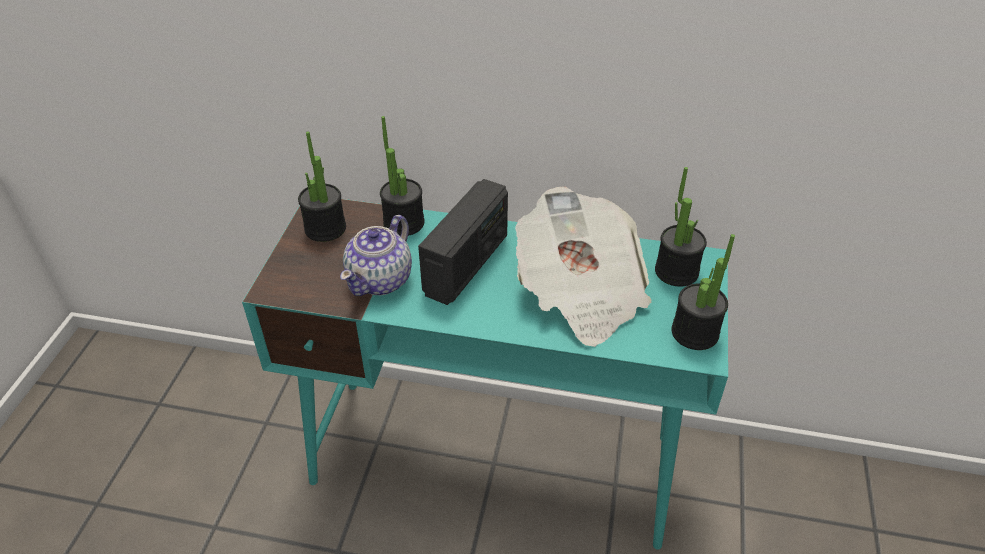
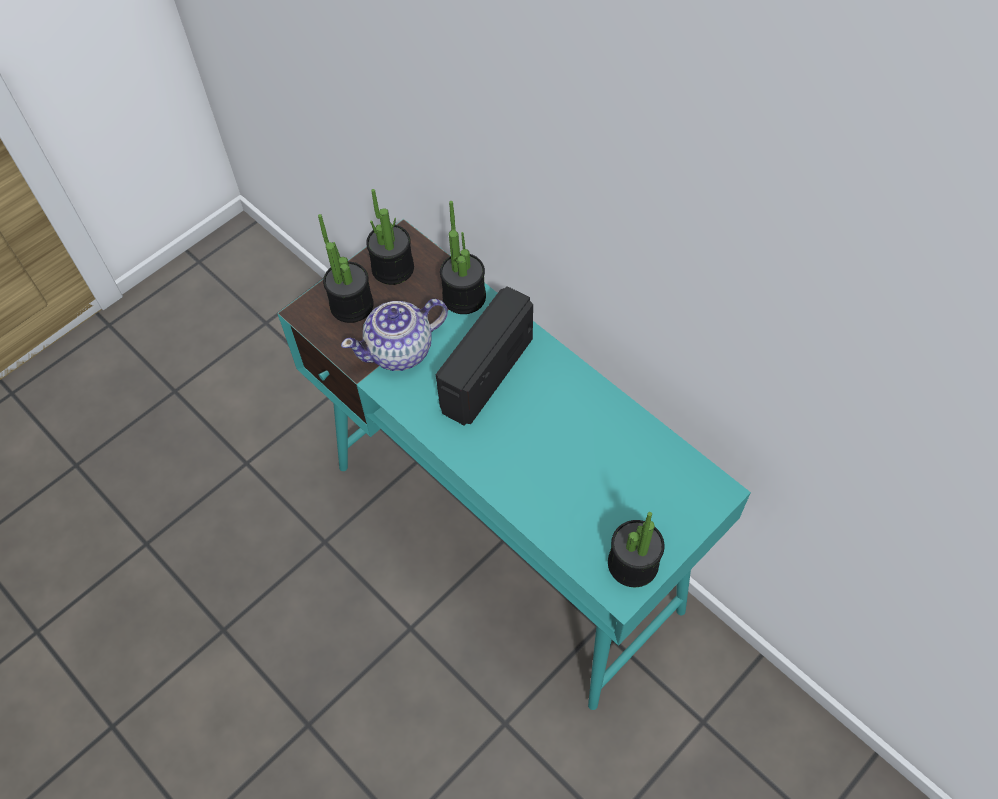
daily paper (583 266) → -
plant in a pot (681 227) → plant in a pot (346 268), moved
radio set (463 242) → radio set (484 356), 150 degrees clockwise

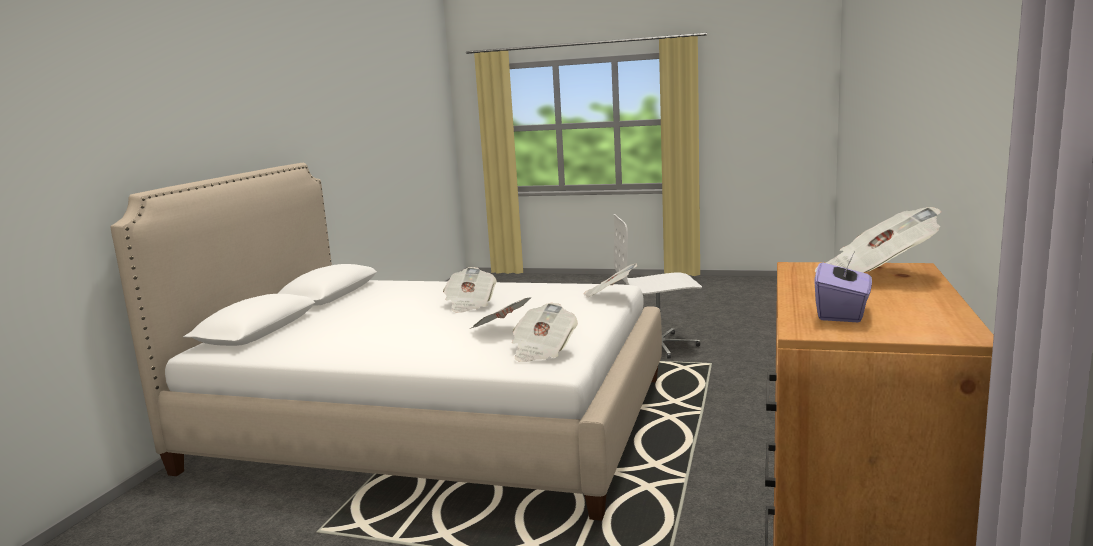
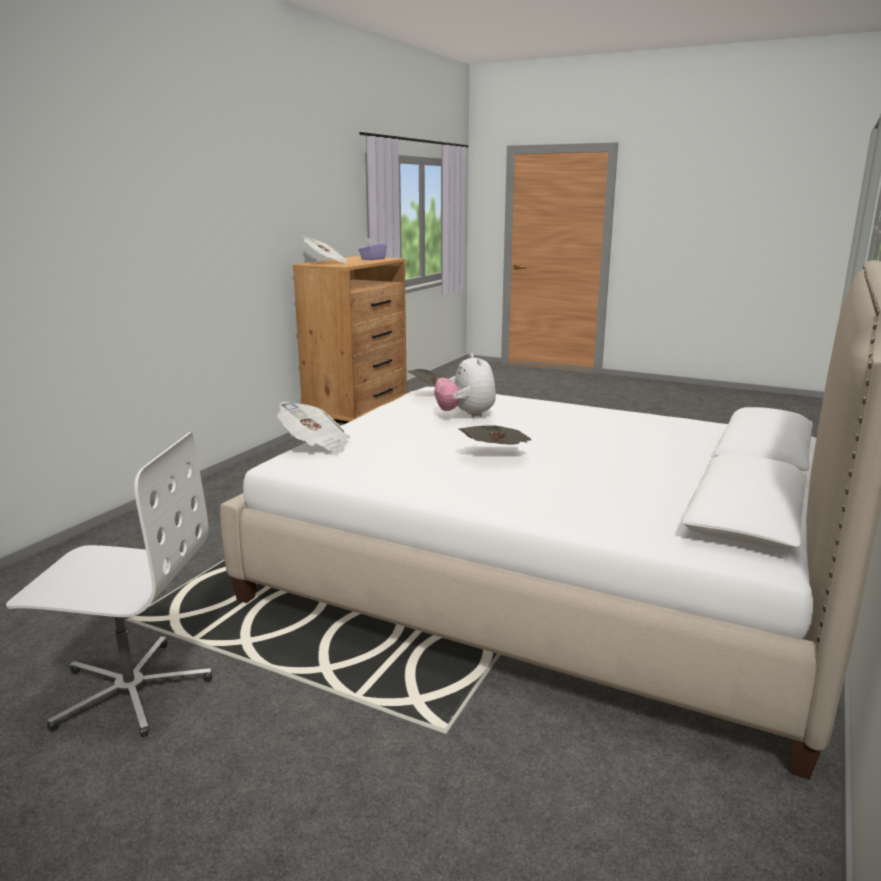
daily paper (500 313) → cuddly toy (465 385)

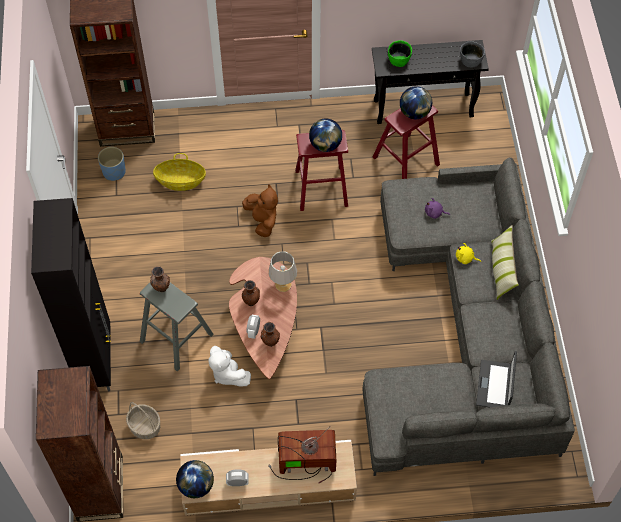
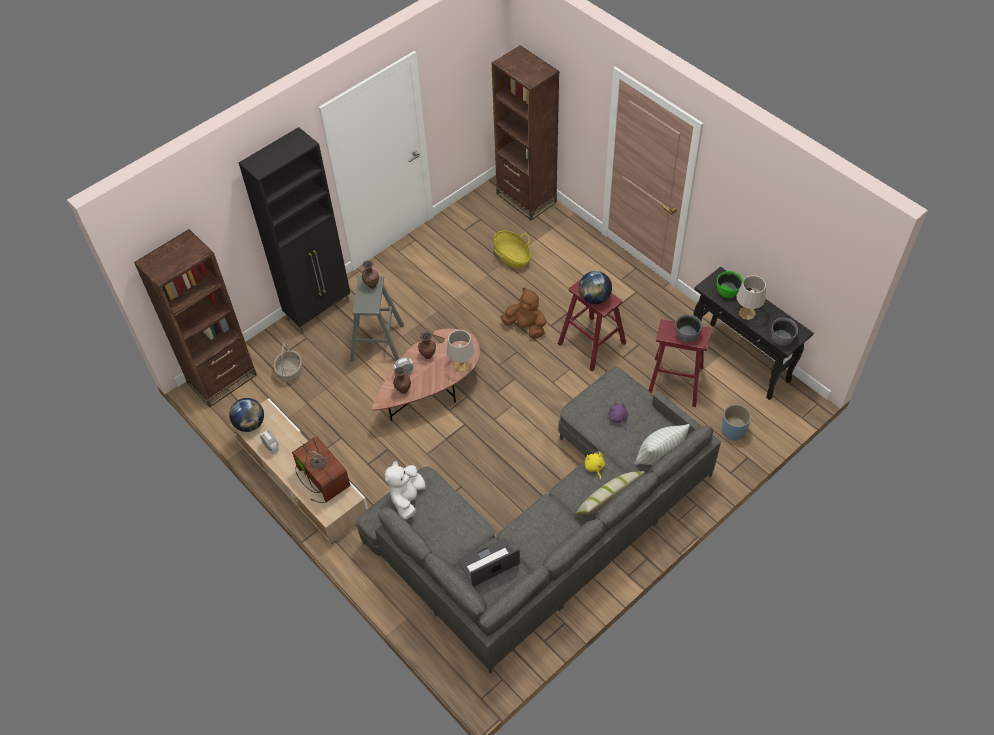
- → cushion (662 444)
- → gray table lamp (751 297)
bluish planter (112 164) → bluish planter (736 422), moved
white cuddly toy (229 366) → white cuddly toy (405 490), moved
desk globe (416 102) → gray serving bowl (688 328)
brown-coloured cuddly toy (260 211) → brown-coloured cuddly toy (523 313), 90 degrees counterclockwise

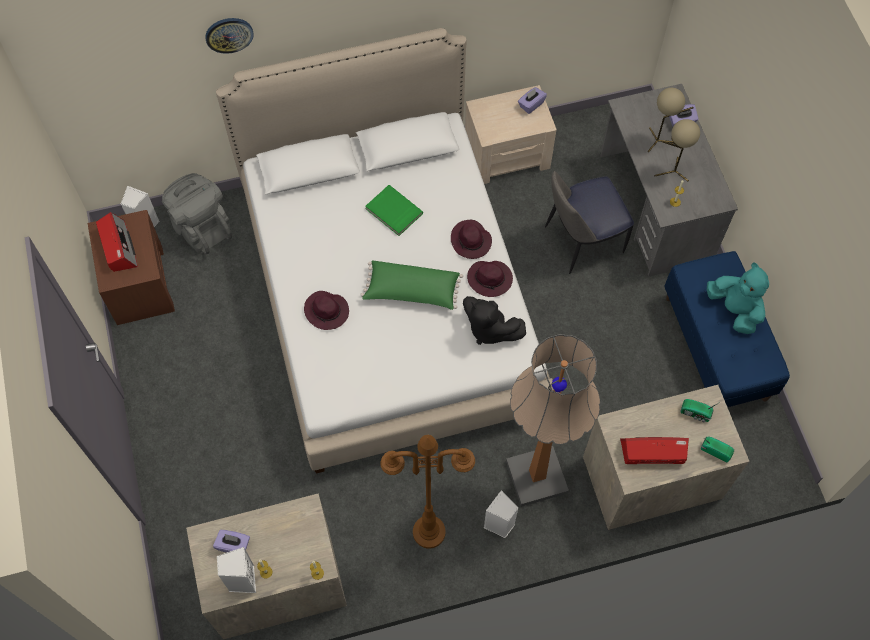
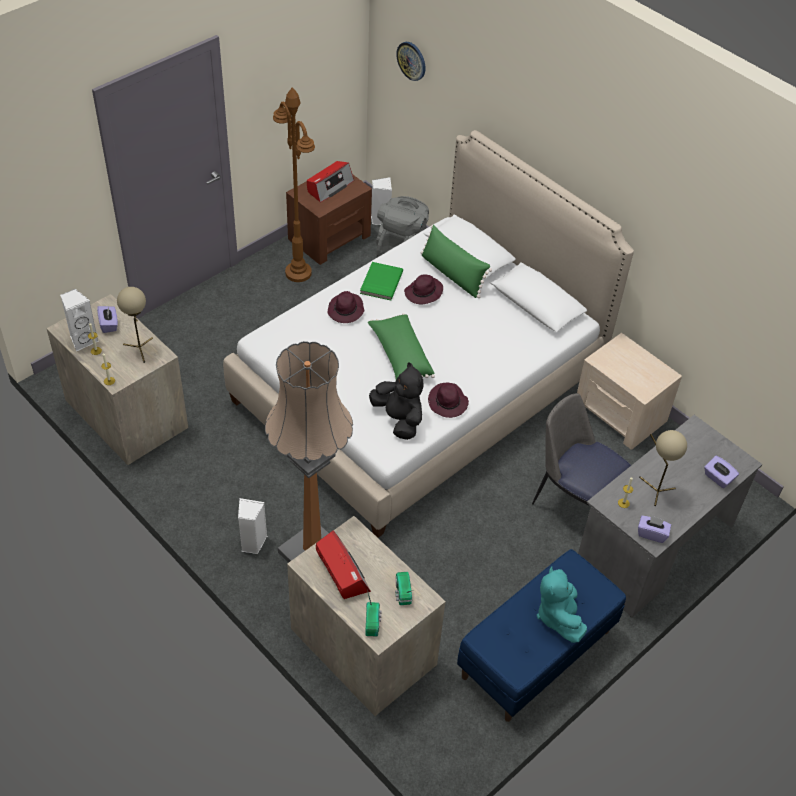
- → greenish cushion (456 261)
wall clock (229 36) → wall clock (411 61), moved
greenish bound book (394 210) → greenish bound book (381 281), moved
brown-coloured standing lamp (427 492) → brown-coloured standing lamp (294 184), moved
purplish wearable hat (471 239) → purplish wearable hat (423 289), moved
purplish tissue box (532 100) → purplish tissue box (654 529), moved
beige-coloured table lamp (671 120) → beige-coloured table lamp (135 325), moved
blackish cuddly toy (494 320) → blackish cuddly toy (396 401), 135 degrees clockwise
turquoise cuddly toy (738 298) → turquoise cuddly toy (562 604), 150 degrees clockwise

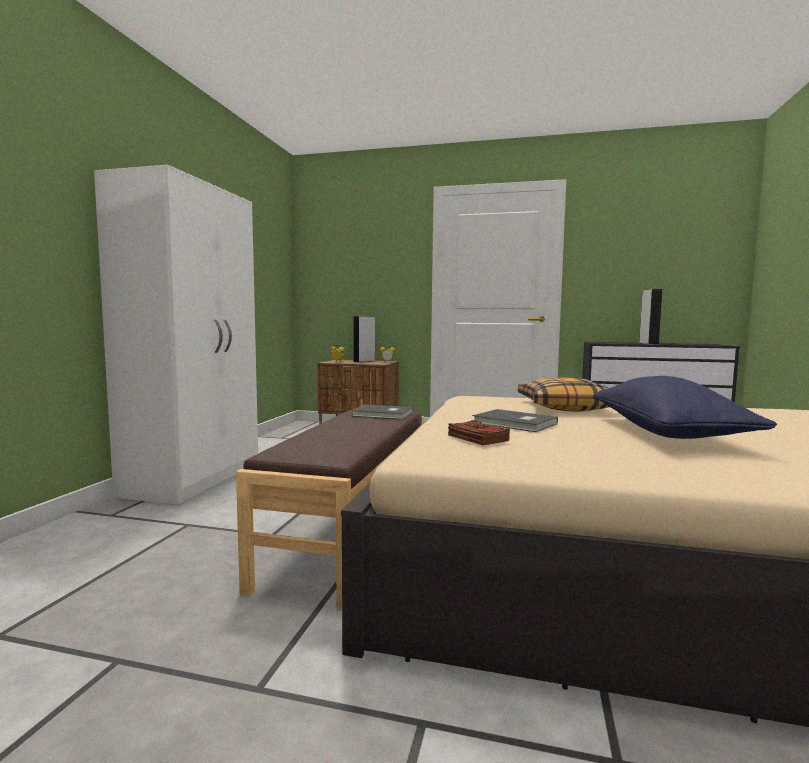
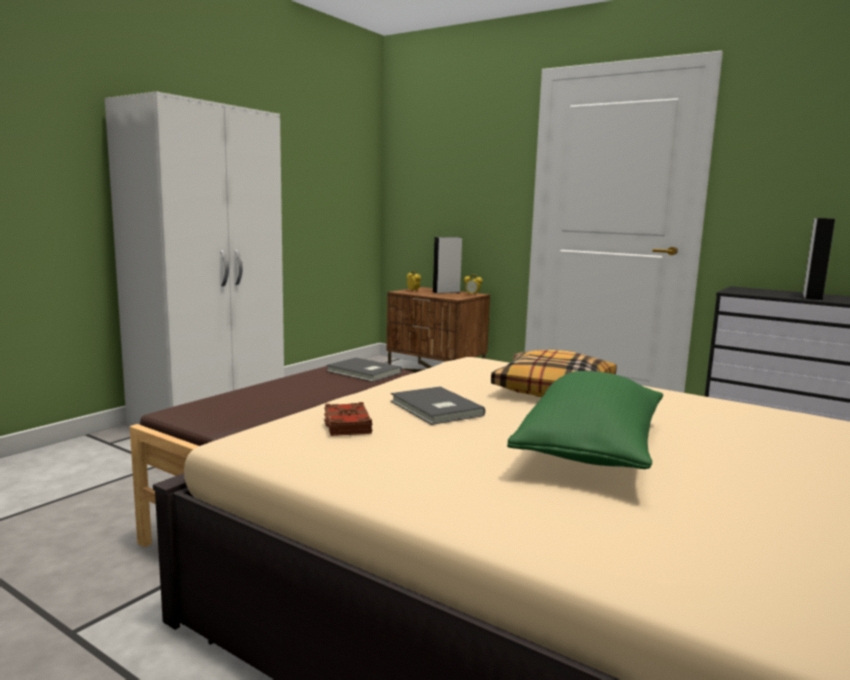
bluish cushion (685 407) → greenish cushion (585 420)

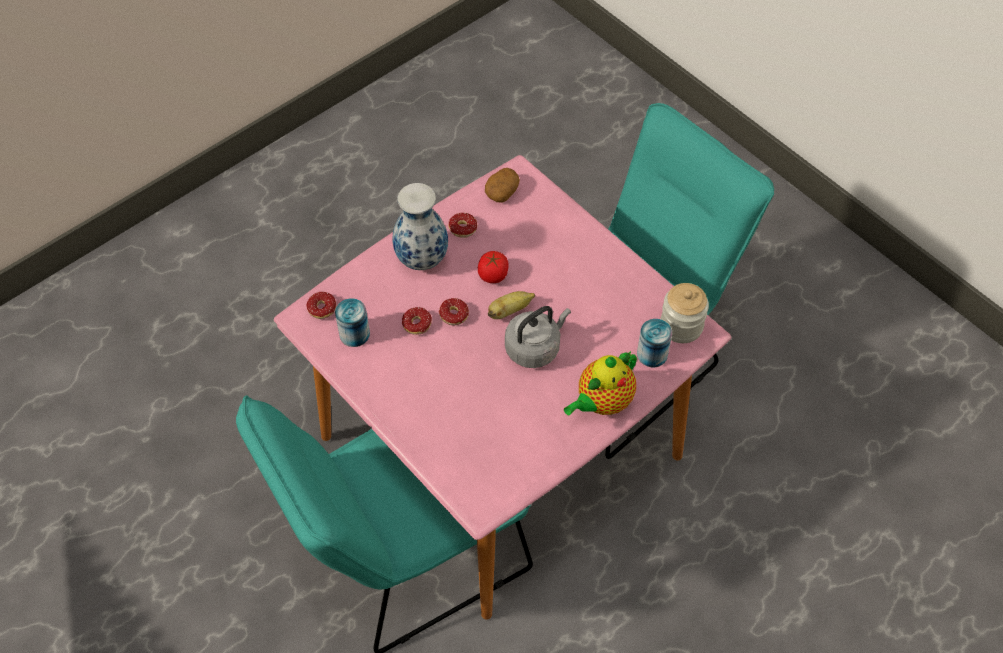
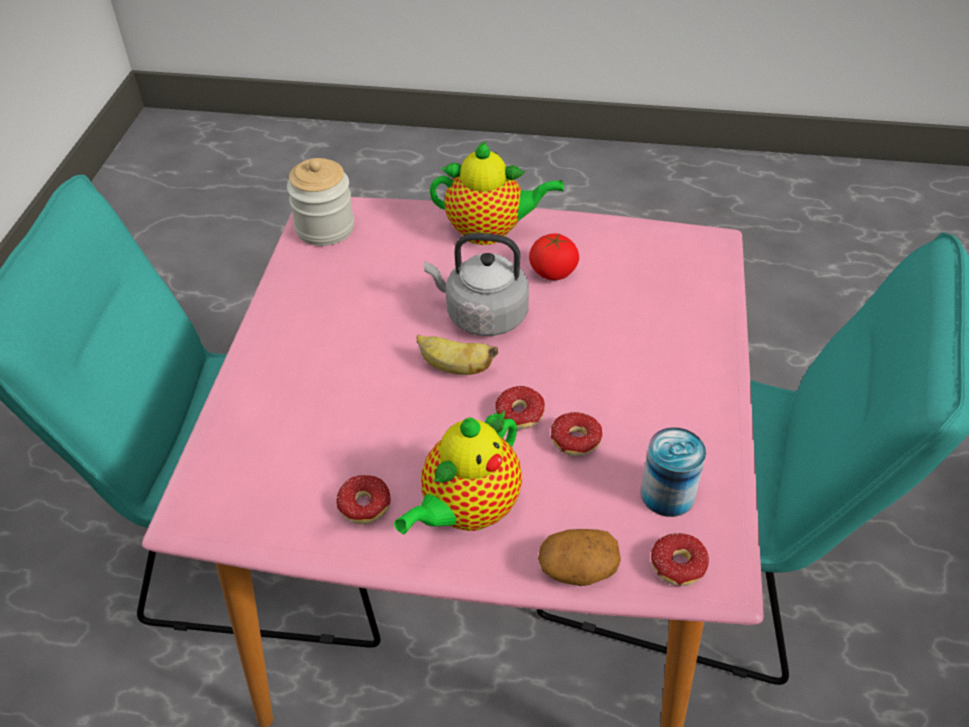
can (654 343) → -
tomato (493 267) → tomato (554 256), moved
spud (502 185) → spud (579 557), moved
decorative vase (420 226) → tea pot (458 472)

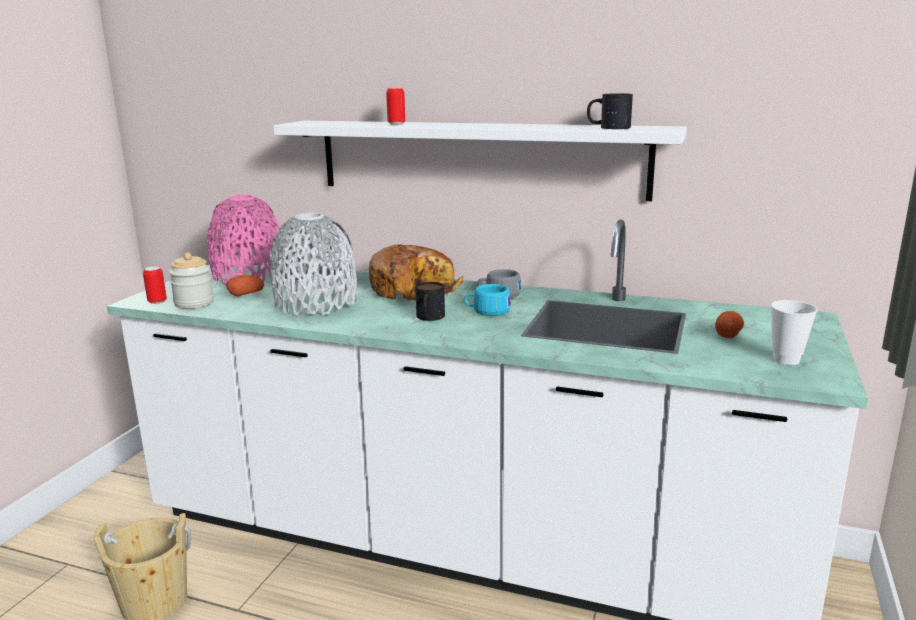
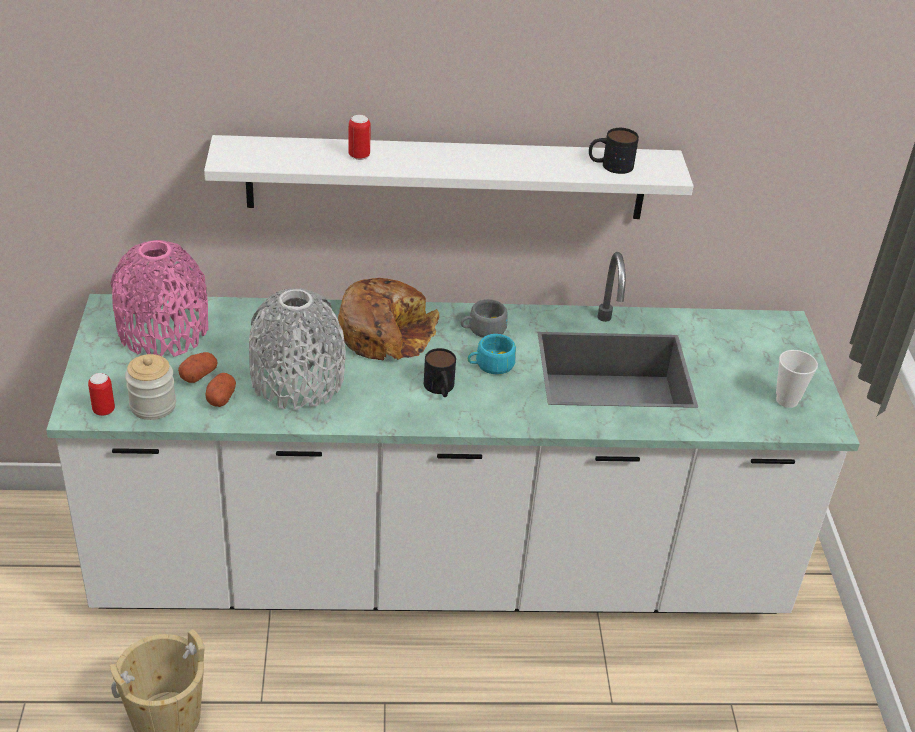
spud (729 324) → spud (220 390), moved

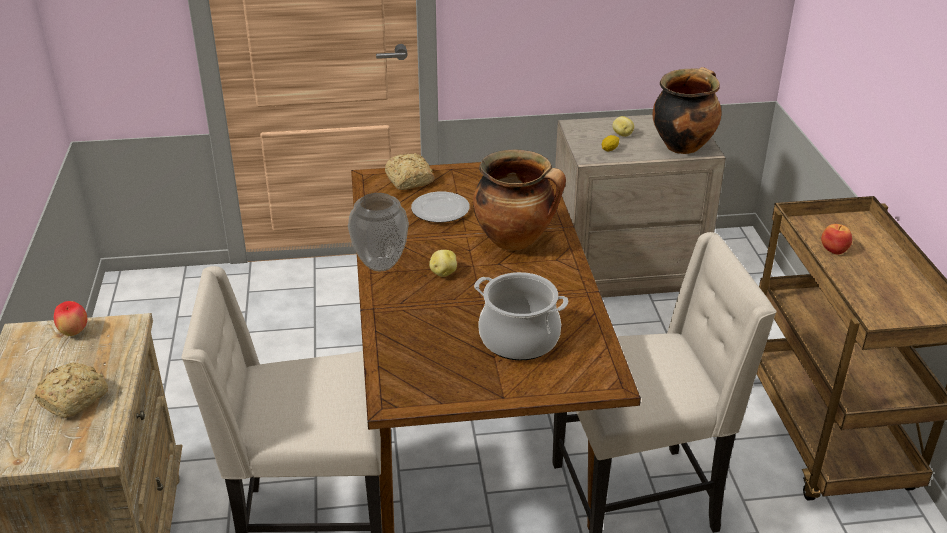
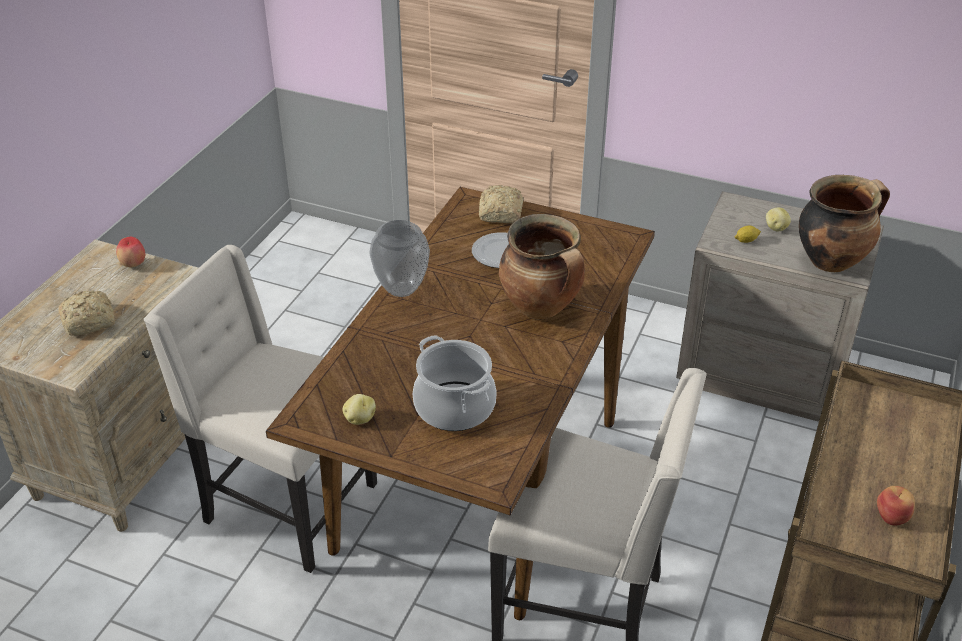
spud (443 263) → spud (359 409), moved
apple (836 239) → apple (896 505), moved

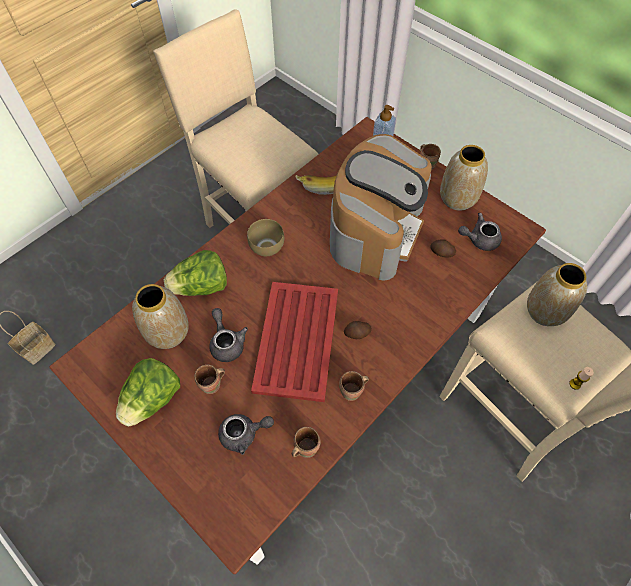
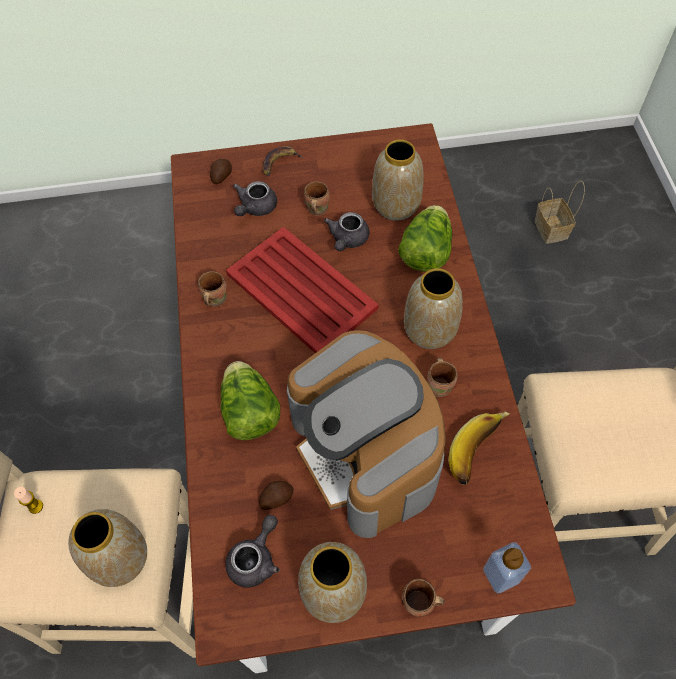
- → whole banana (282 161)
lettuce (148 392) → lettuce (250 400), moved
brown-coloured tea mug (306 442) → brown-coloured tea mug (442 377), moved
spud (358 330) → spud (221 171), moved
brown-coloured serving bowl (265 237) → decorative vase (433 308)
gray tea pot (228 335) → gray tea pot (346 231), 90 degrees clockwise

